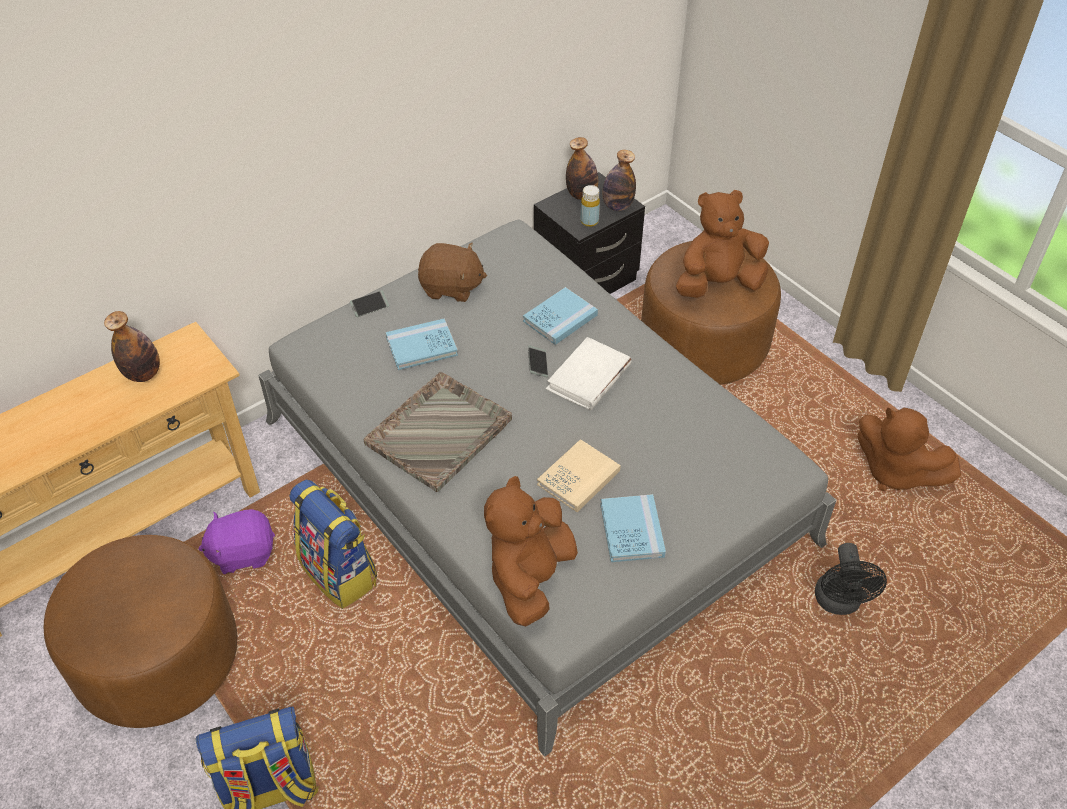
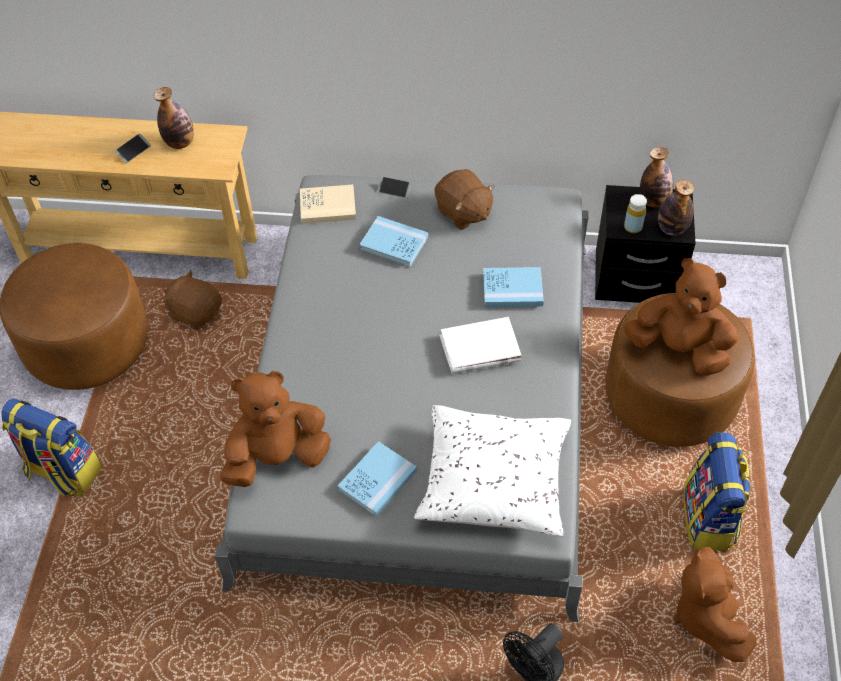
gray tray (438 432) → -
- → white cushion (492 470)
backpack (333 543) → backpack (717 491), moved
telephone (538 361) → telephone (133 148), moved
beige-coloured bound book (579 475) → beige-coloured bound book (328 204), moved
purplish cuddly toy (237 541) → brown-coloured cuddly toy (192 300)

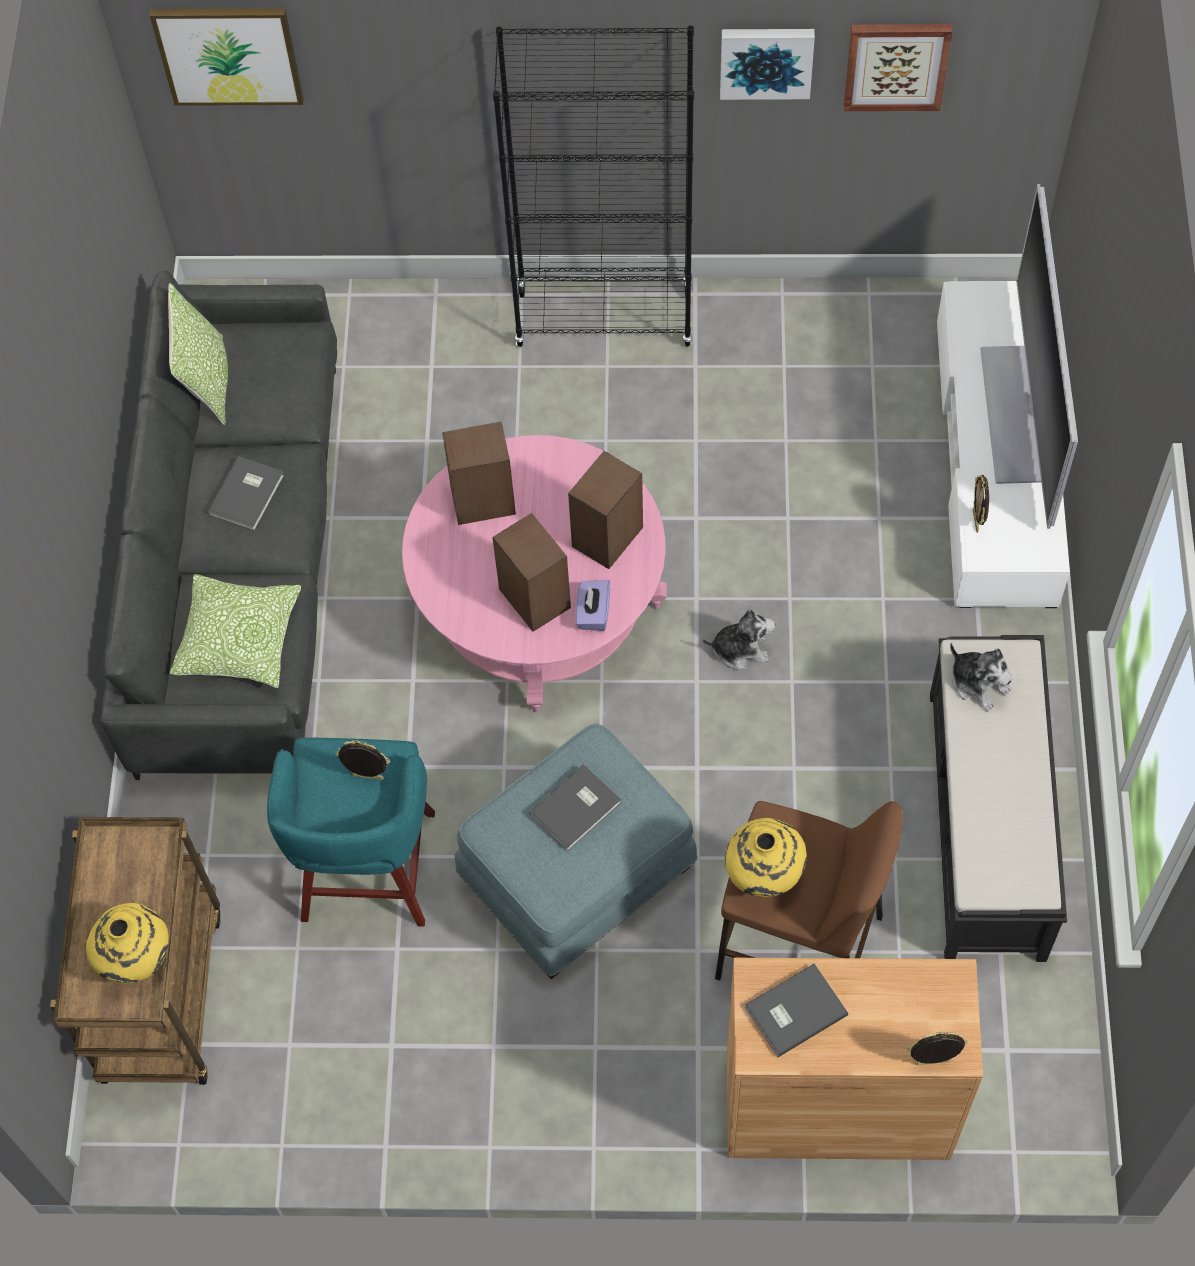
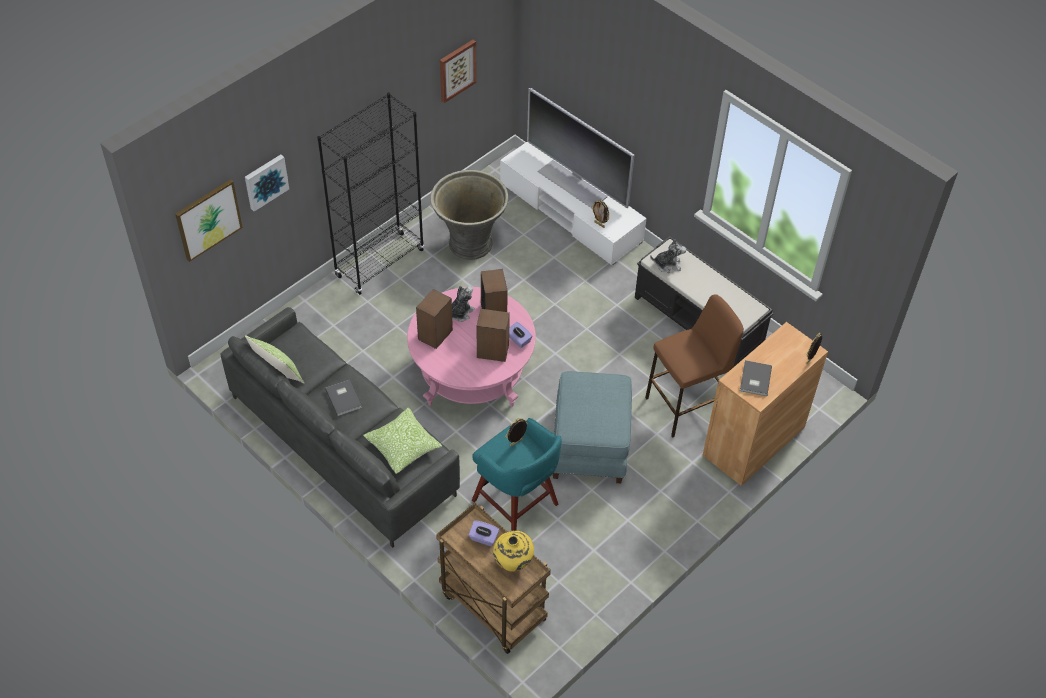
gray bound book (575 807) → -
yellow-coloured decorative vase (766 857) → -
- → gray planter (469 215)
- → purplish tissue box (483 533)
cuddly toy (739 639) → cuddly toy (463 304), moved
picture (767 64) → picture (267 183), moved

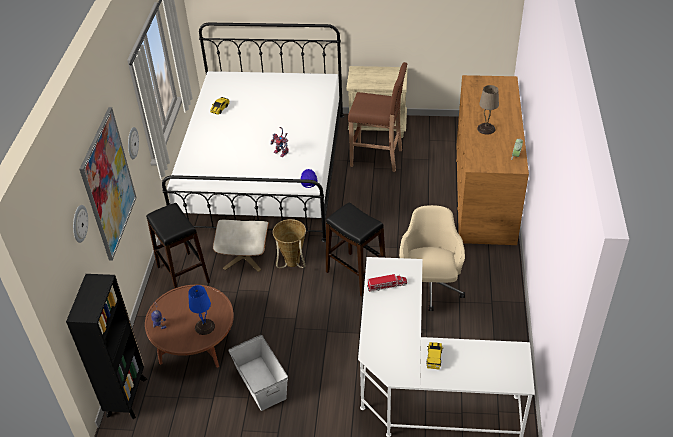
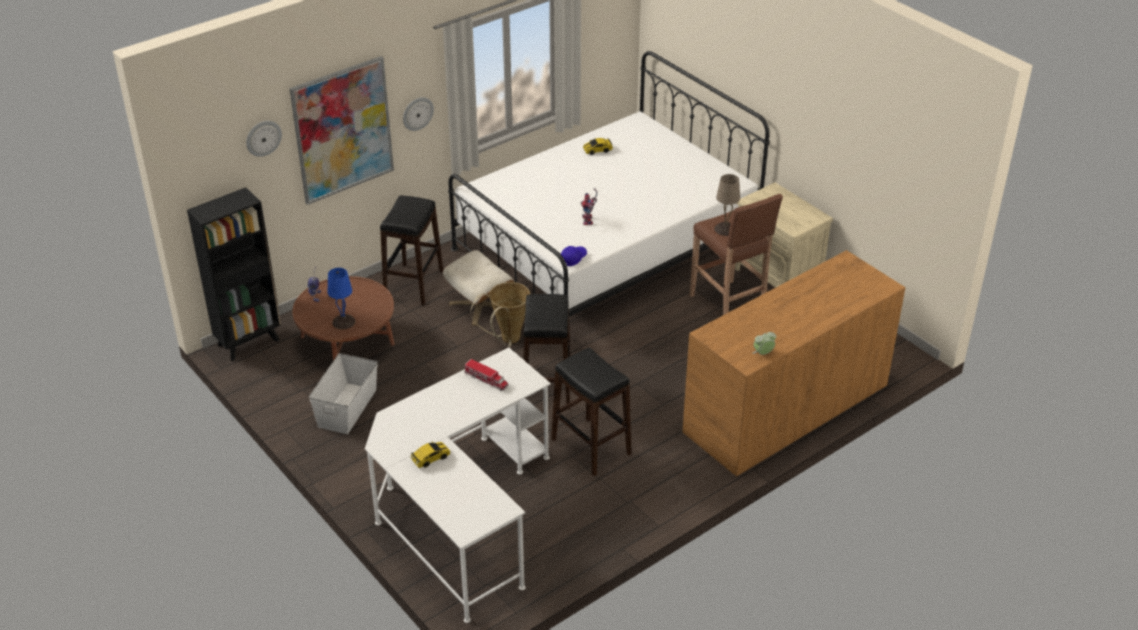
beige-coloured table lamp (488 110) → beige-coloured table lamp (727 205), moved
beige-coloured office chair (432 258) → blackish sitting stool (591 412)

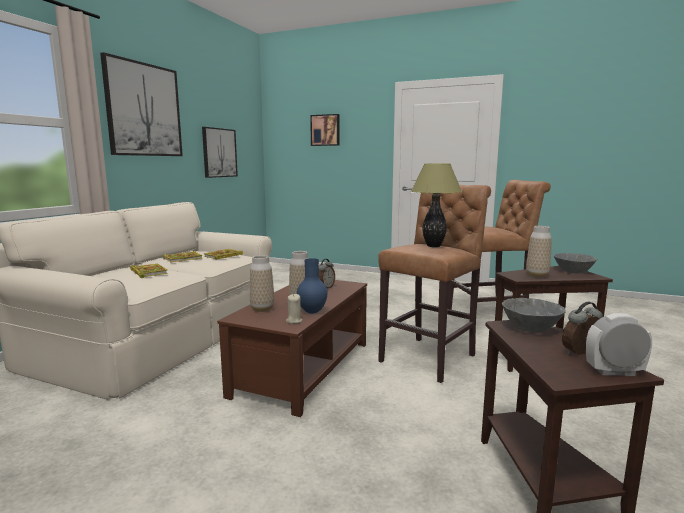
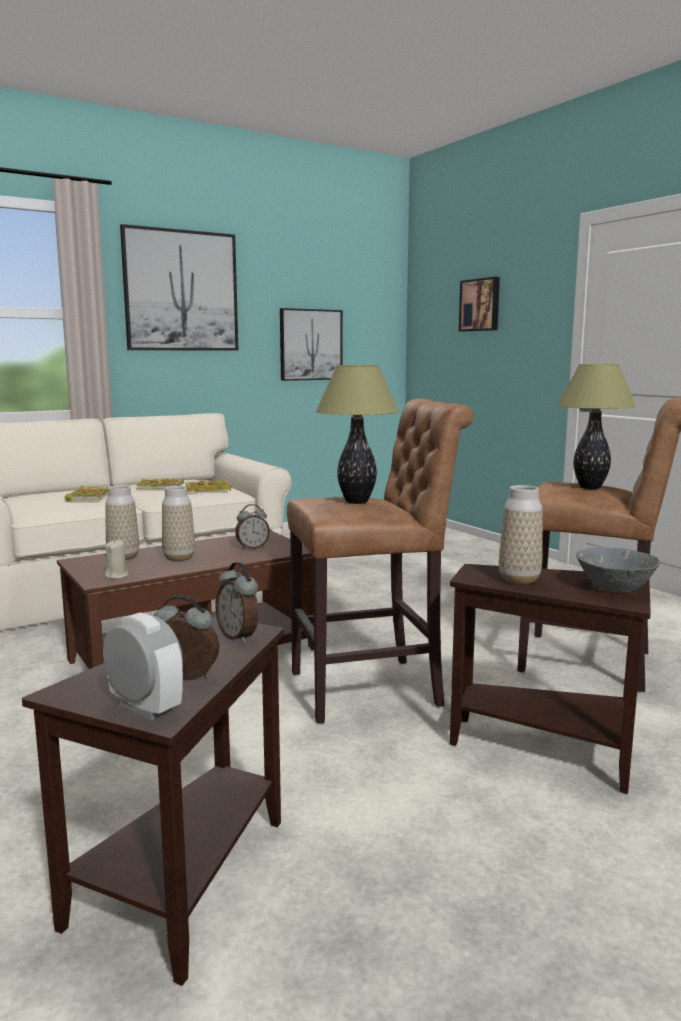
bluish decorative vase (312 286) → -
- → table lamp (596 426)
gray serving bowl (534 315) → alarm clock (237 602)

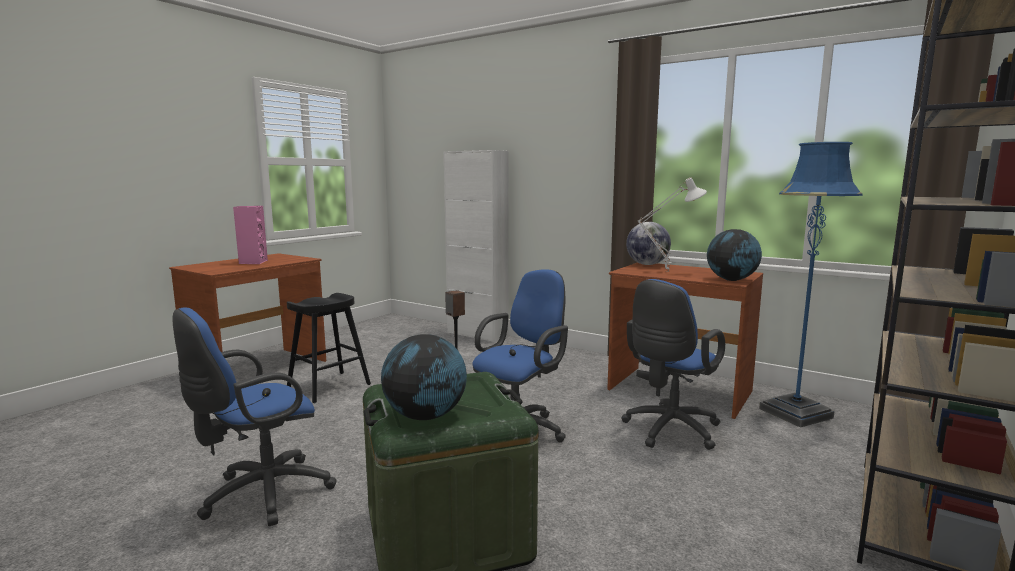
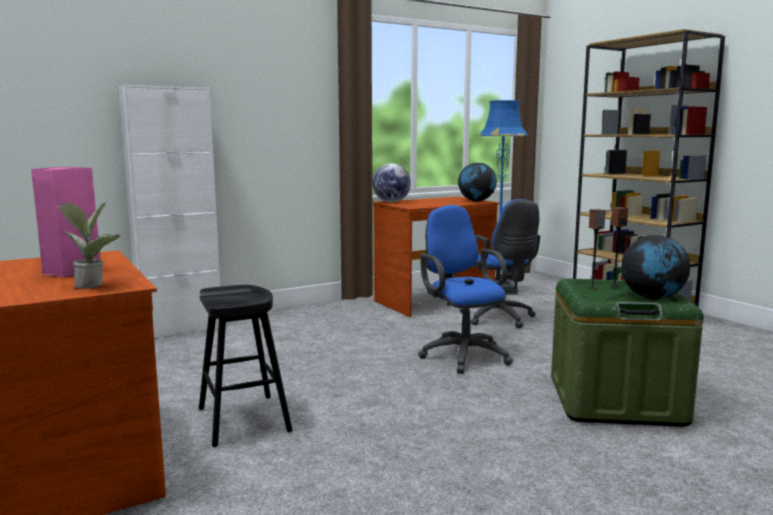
bluish office chair (255 416) → -
white table lamp (672 225) → -
- → plant in a pot (89 245)
- → speaker (618 247)

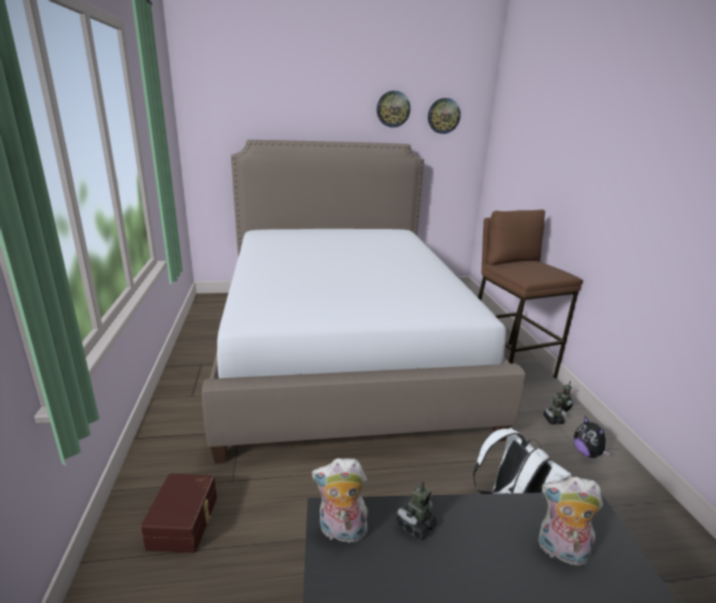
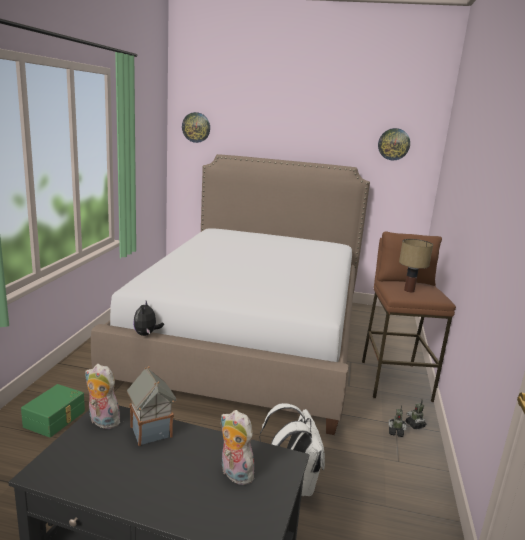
- → table lamp (416 265)
wall clock (393 109) → wall clock (196 127), moved
cuddly toy (592 437) → cuddly toy (148 318), moved
toy robot (416 510) → model house (152 406)
brown-coloured storage bin (179 513) → greenish storage bin (53 411)

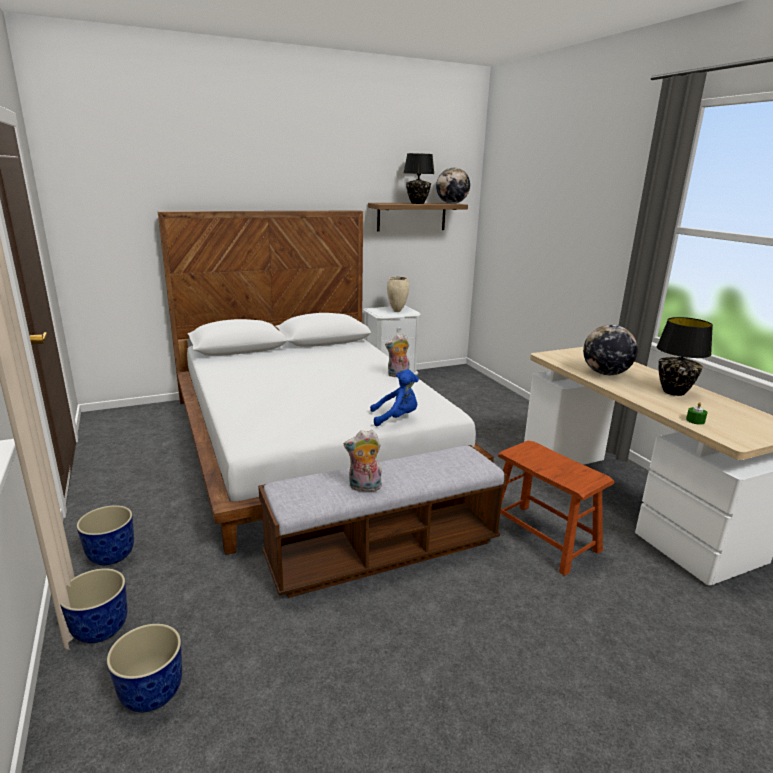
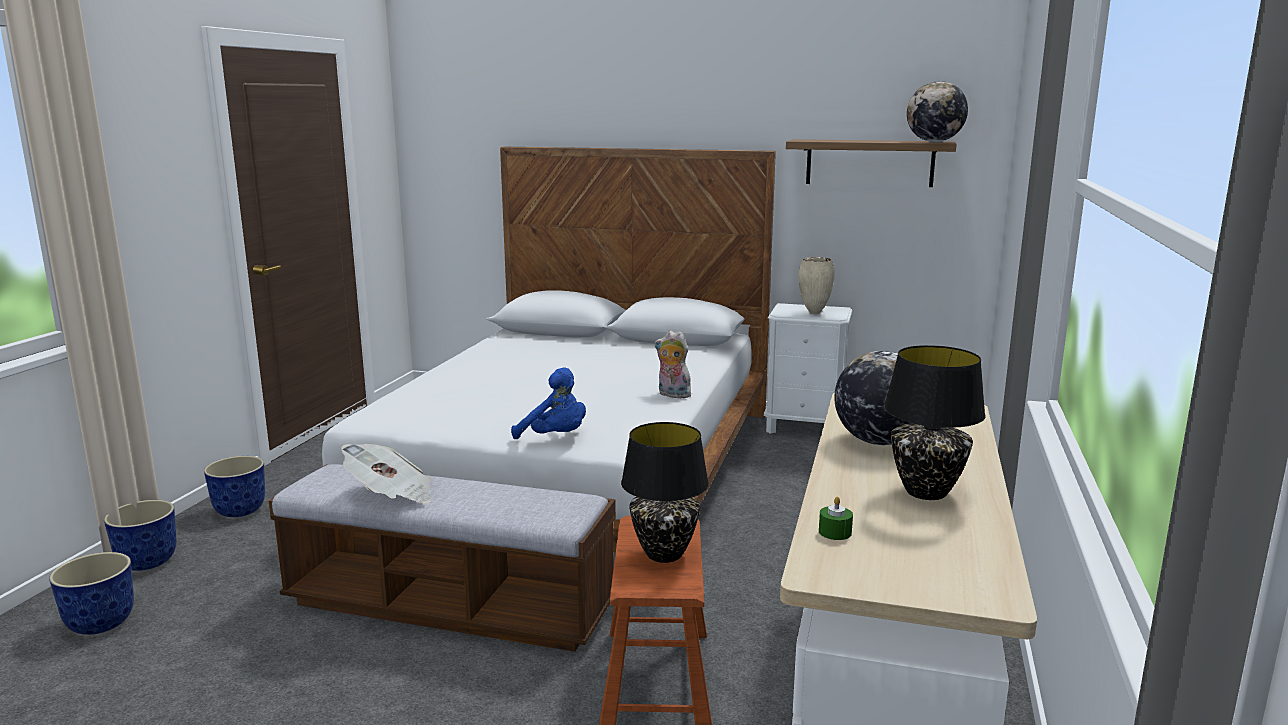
blackish table lamp (419 178) → blackish table lamp (665 492), moved
cuddly toy (363 461) → daily paper (386 474)

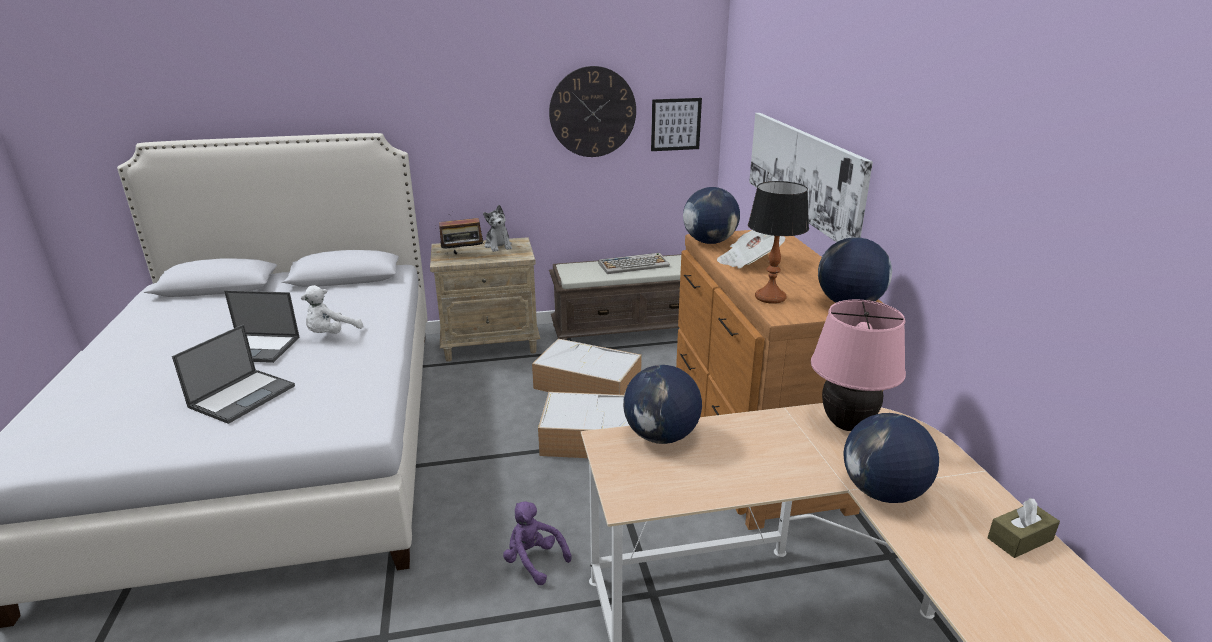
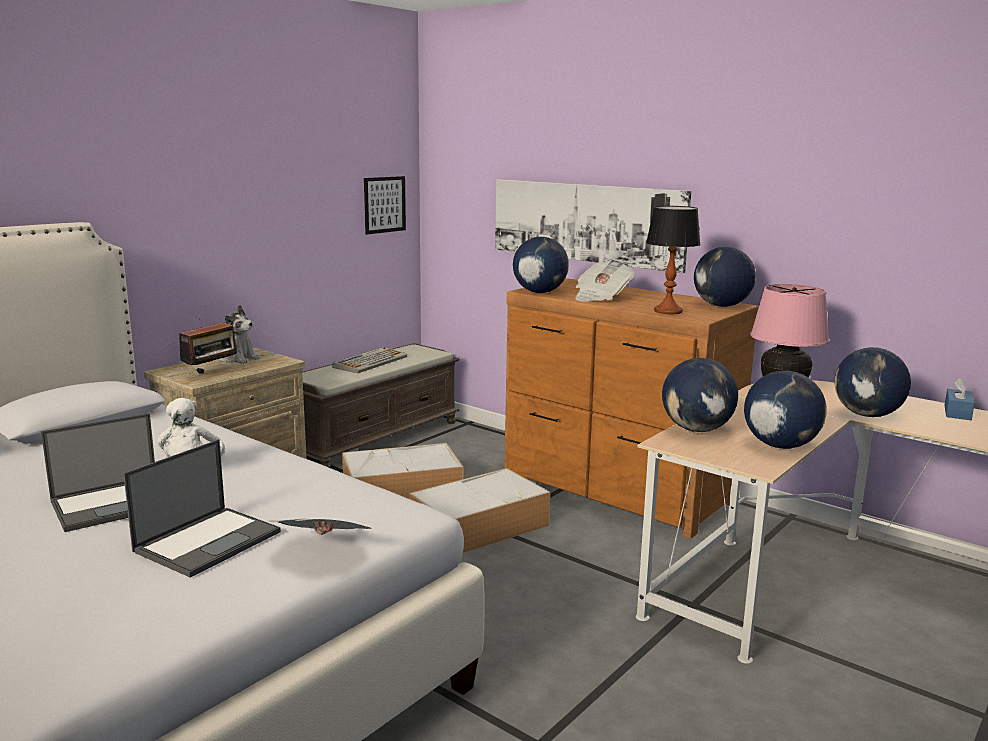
purplish cuddly toy (537 543) → -
wall clock (592 111) → -
- → daily paper (320 527)
- → desk globe (785 410)
brown-coloured tissue box (1023 528) → bluish tissue box (959 399)
laptop (233 374) → laptop (202 508), 45 degrees clockwise

